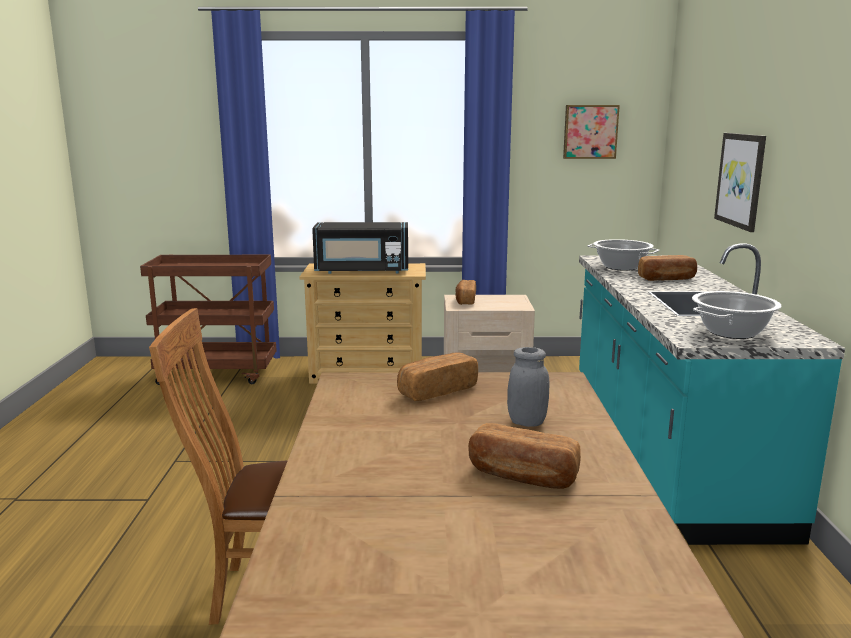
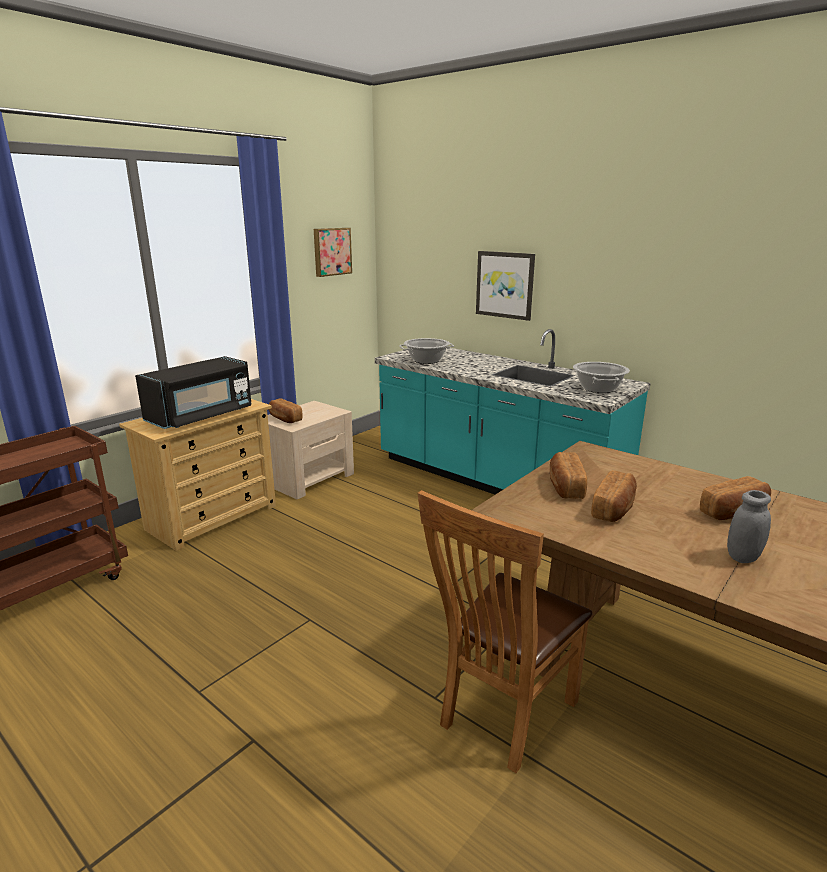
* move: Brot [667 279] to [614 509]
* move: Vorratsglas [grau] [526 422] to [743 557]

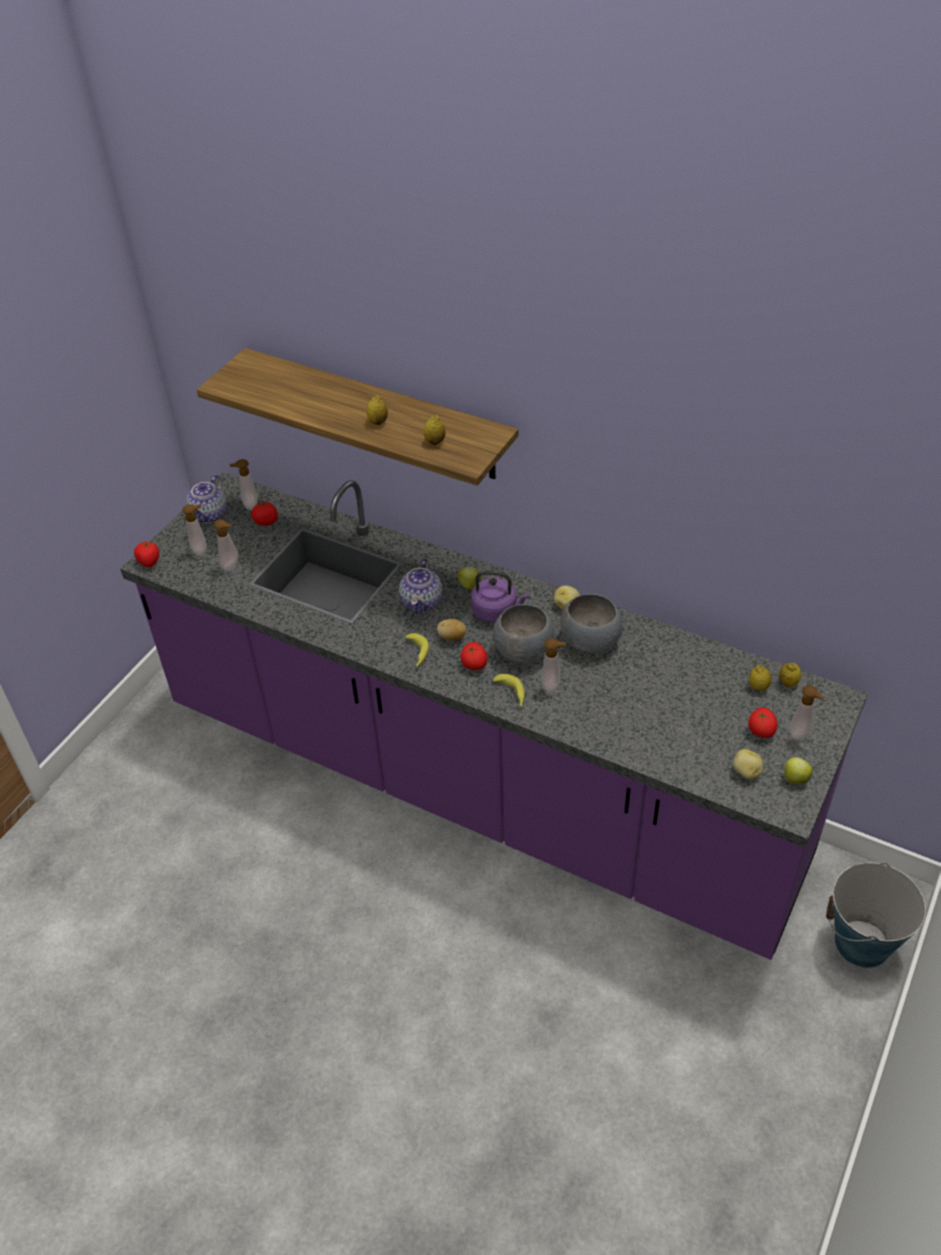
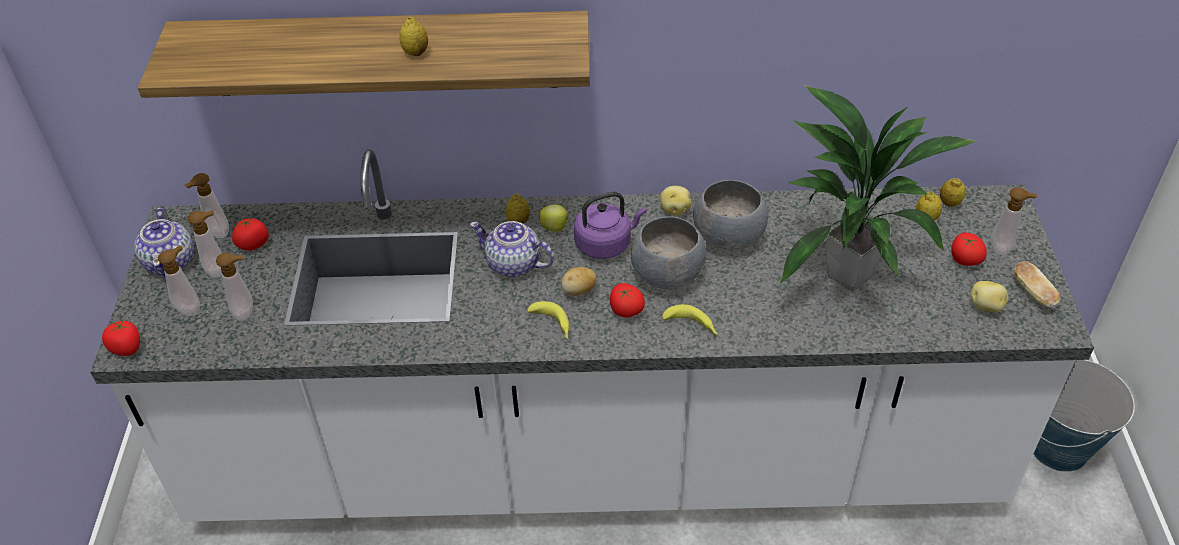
* move: Zitrone [435 442] to [518 221]
* recolor: Küchenzeile [lila] [477 783] to Küchenzeile [weiß] [594 458]
* rotate: Teekanne [422 601] = [514 264] 135 degrees clockwise
* move: Seifenspender [552 686] to [218 270]
* replace: Apfel [794 778] to Brot [1033 293]
* insert: Topfpflanze [848 274]

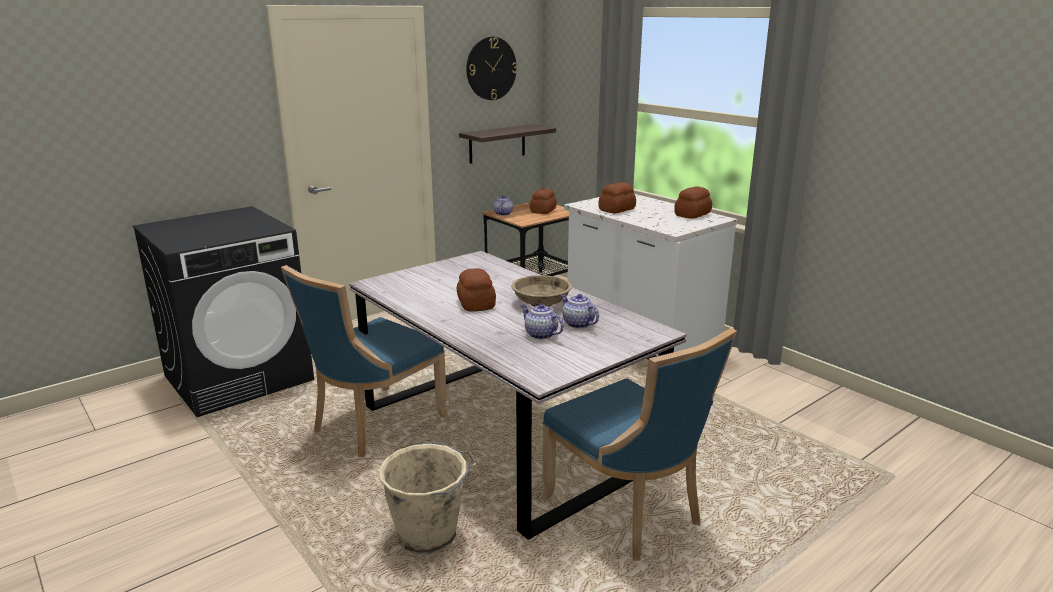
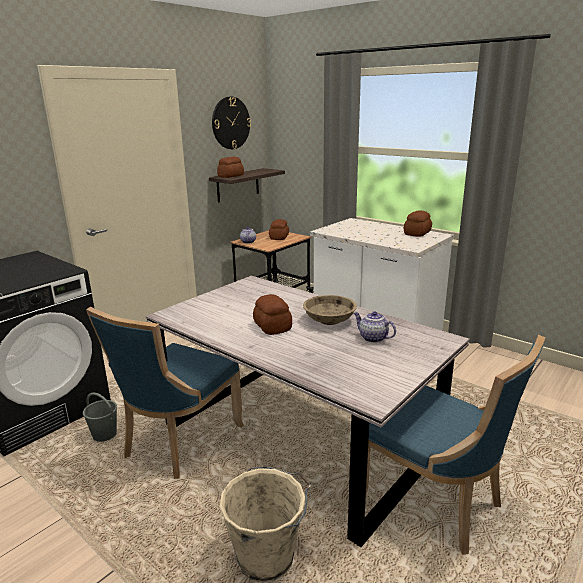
* move: Brot [617 209] to [231 176]
* delete: Teekanne [540 334]
* insert: Eimer [grau] [105 435]

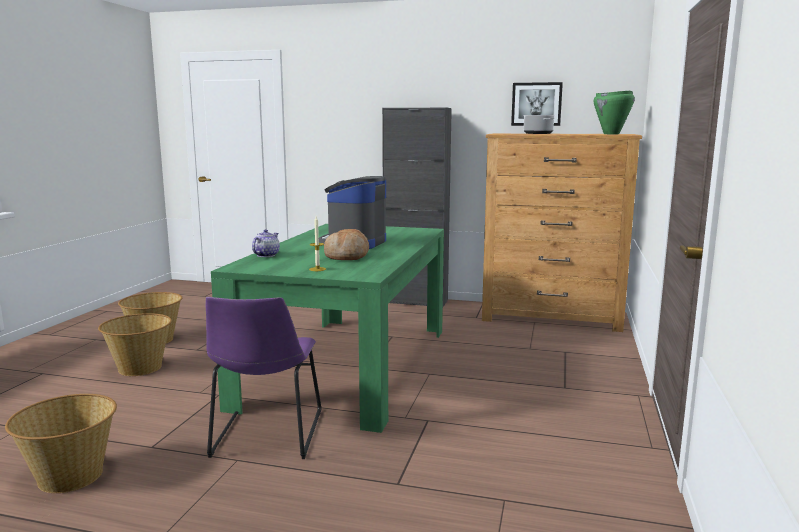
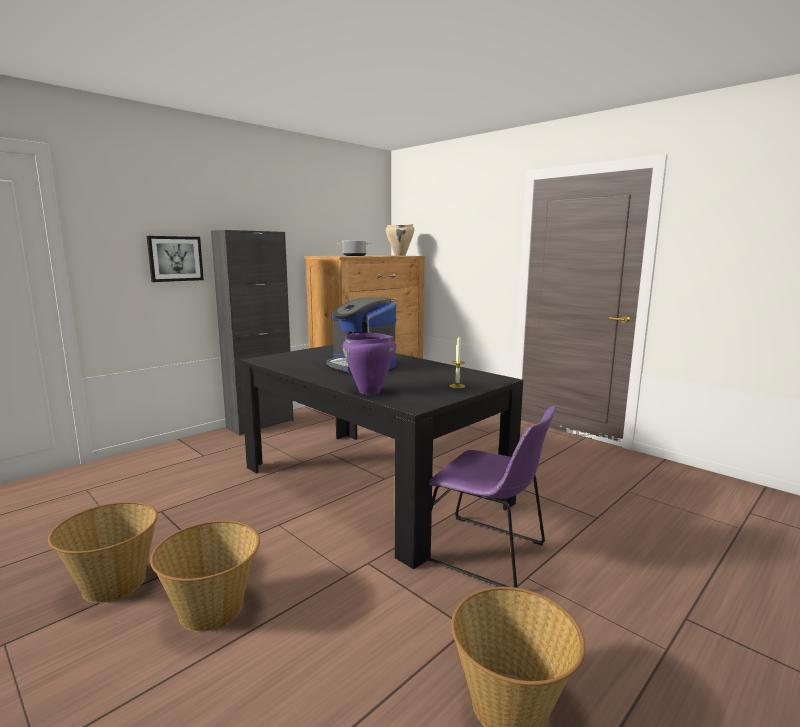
* move: Bild [536 104] to [175 258]
* recolor: Kochtopf [grün] [611 134] to Kochtopf [beige] [400 255]
* recolor: Esstisch [grün] [349 365] to Esstisch [schwarz] [371 484]
* replace: Teekanne [266 255] to Kochtopf [lila] [369 392]
* delete: Brot [347 256]

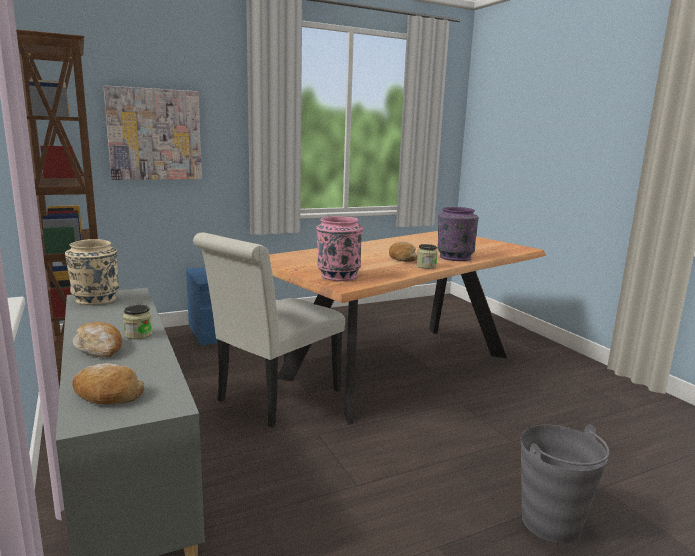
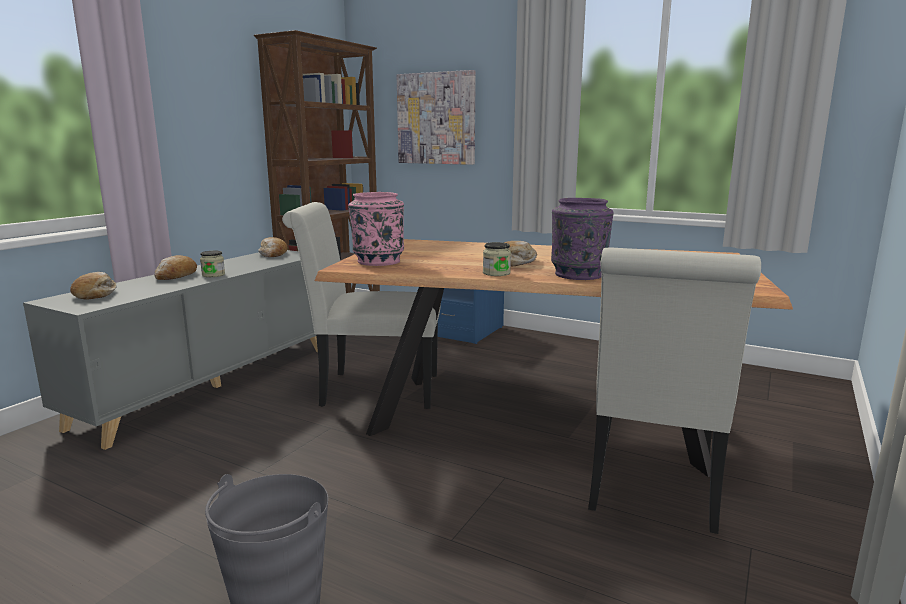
* replace: Vase [beige] [96 300] to Brot [273 254]
* insert: Stuhl [weiß] [652 488]

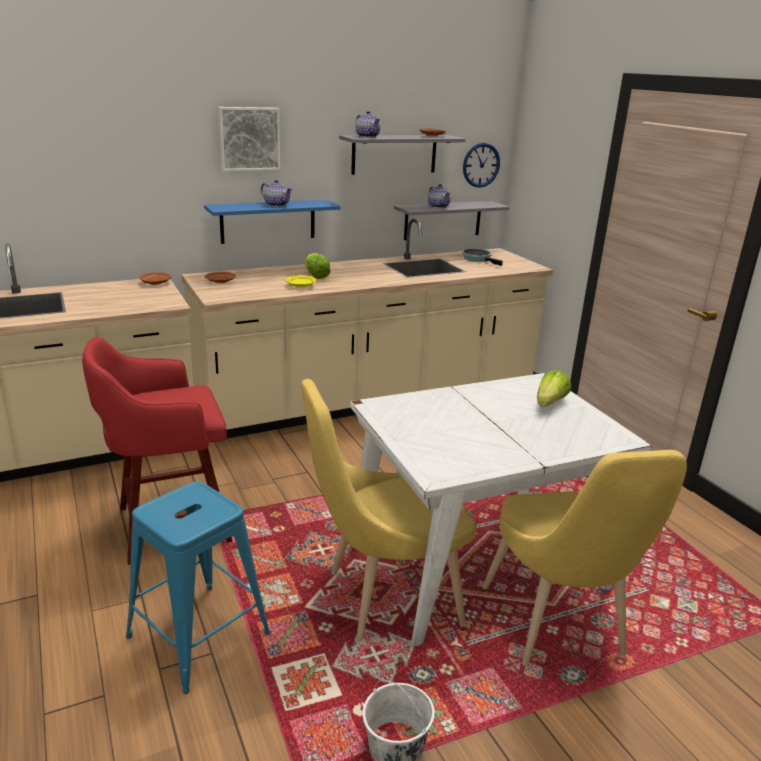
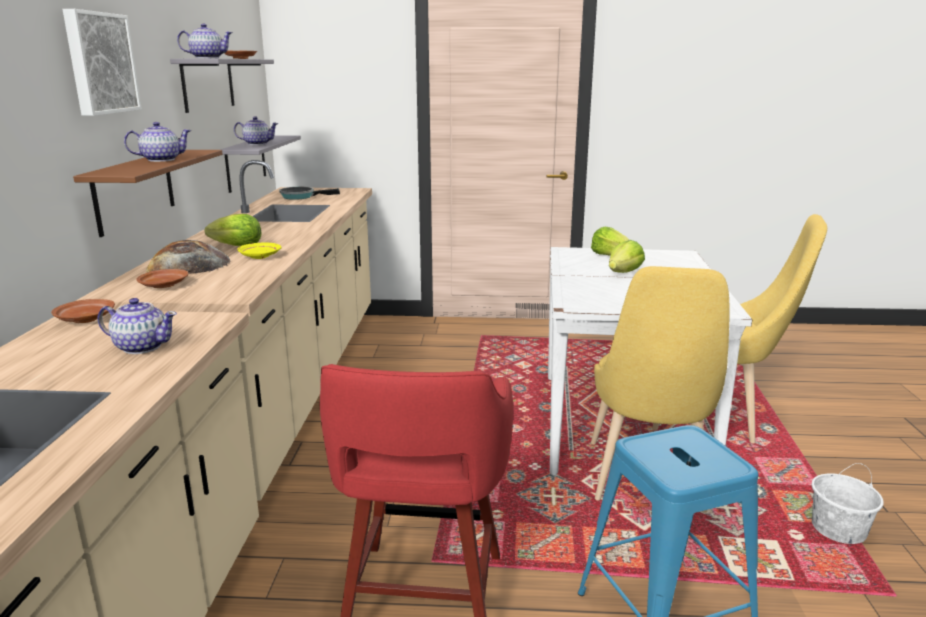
* delete: Wanduhr [481 165]
* recolor: Wandregal [blau] [268 221] to Wandregal [braun] [135 190]
* insert: Brot [188 265]
* insert: Salatkopf [624 273]
* insert: Teekanne [142 347]

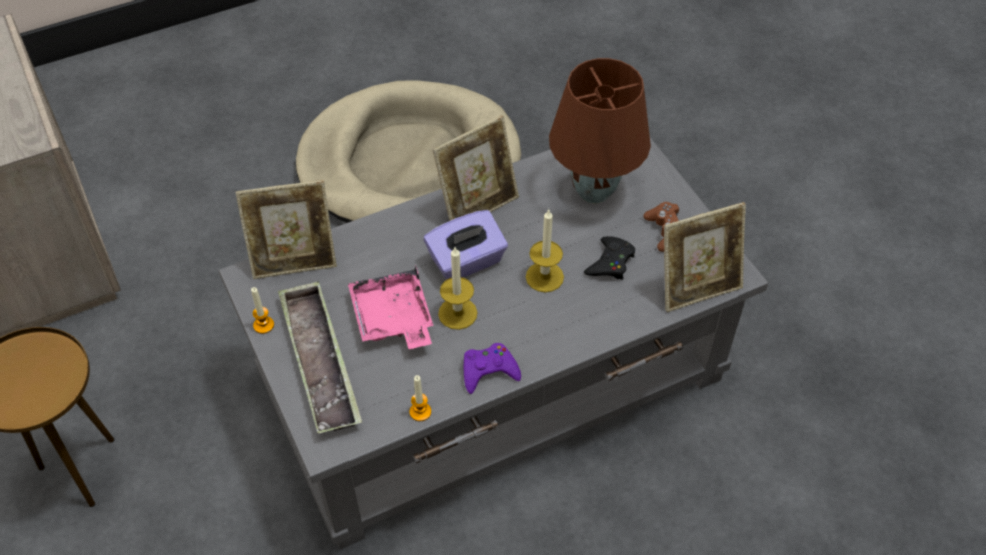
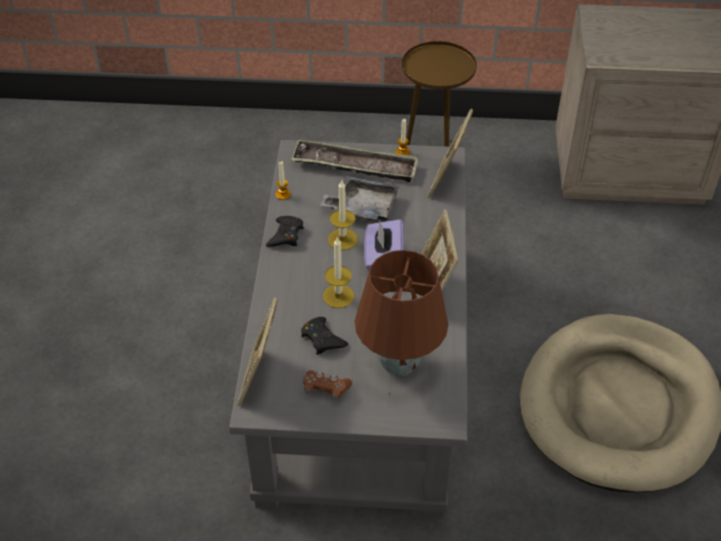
* recolor: Tablett [rosa] [393 319] to Tablett [grau] [362 208]
* recolor: Gamepad [lila] [489 371] to Gamepad [schwarz] [285 235]

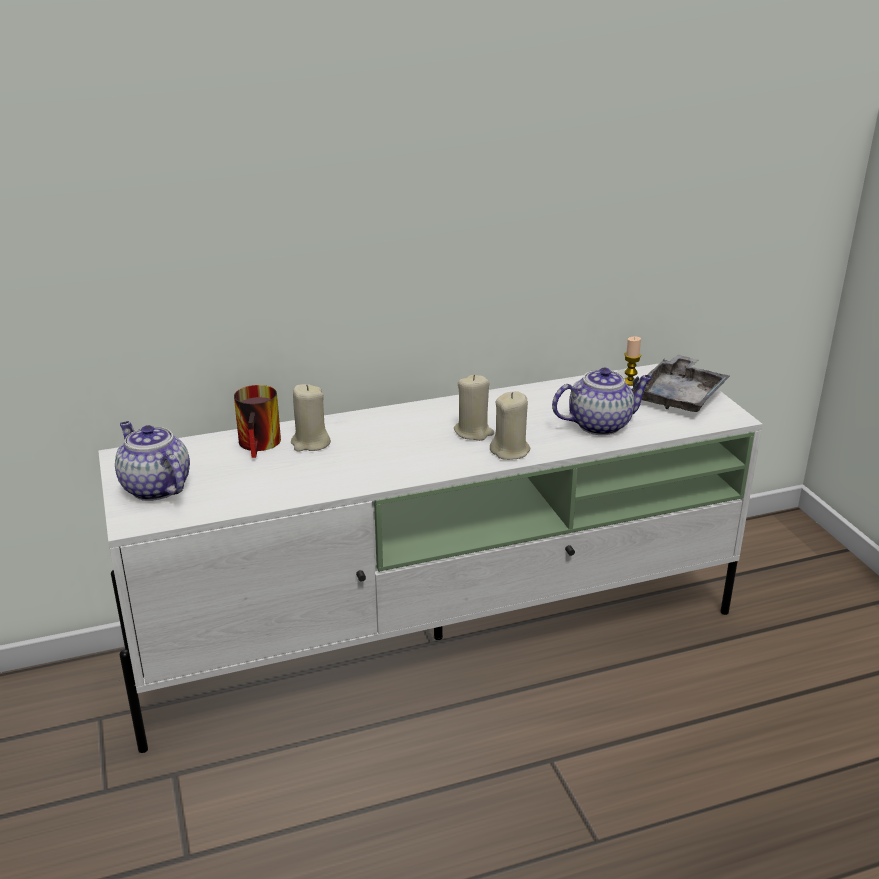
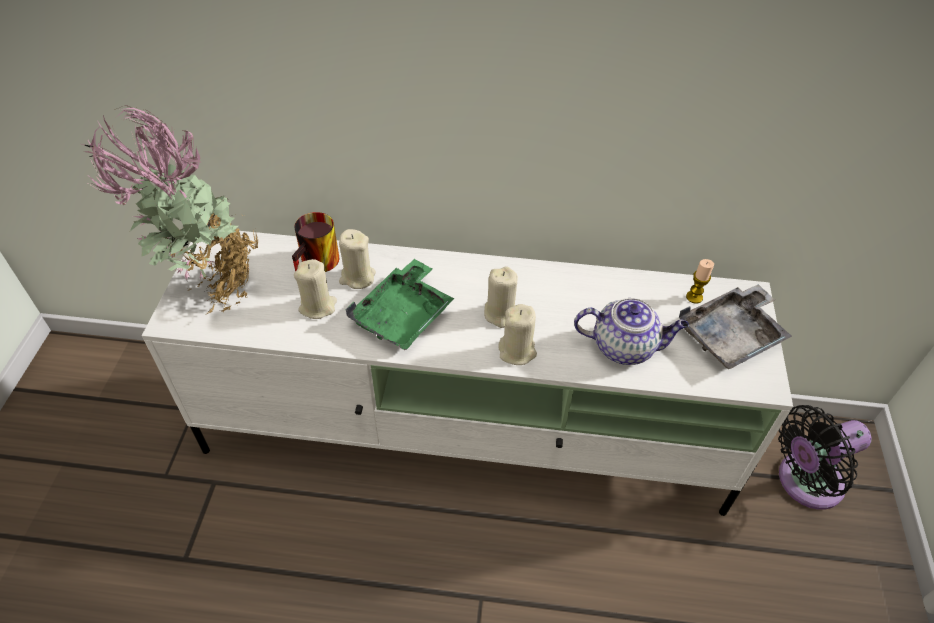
* replace: Teekanne [154 487] to Topfpflanze [209 286]
* insert: Kerze [beige] [318 306]
* insert: Tablett [grün] [403 316]
* insert: Ventilator [schwarz] [804 482]

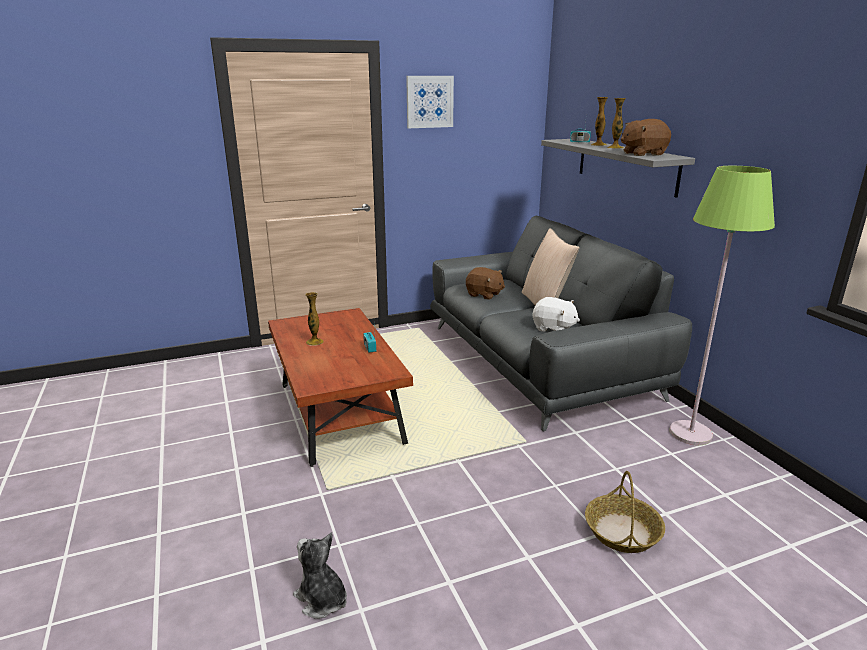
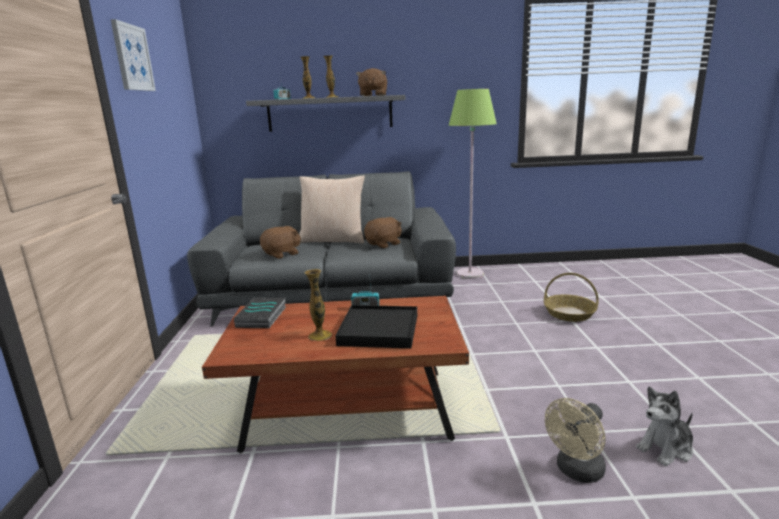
* recolor: Plüschtier [weiß] [553 328] to Plüschtier [braun] [384 244]
* insert: Buch [262 317]
* insert: Tablett [schwarz] [379 330]
* insert: Ventilator [beige] [576 471]

